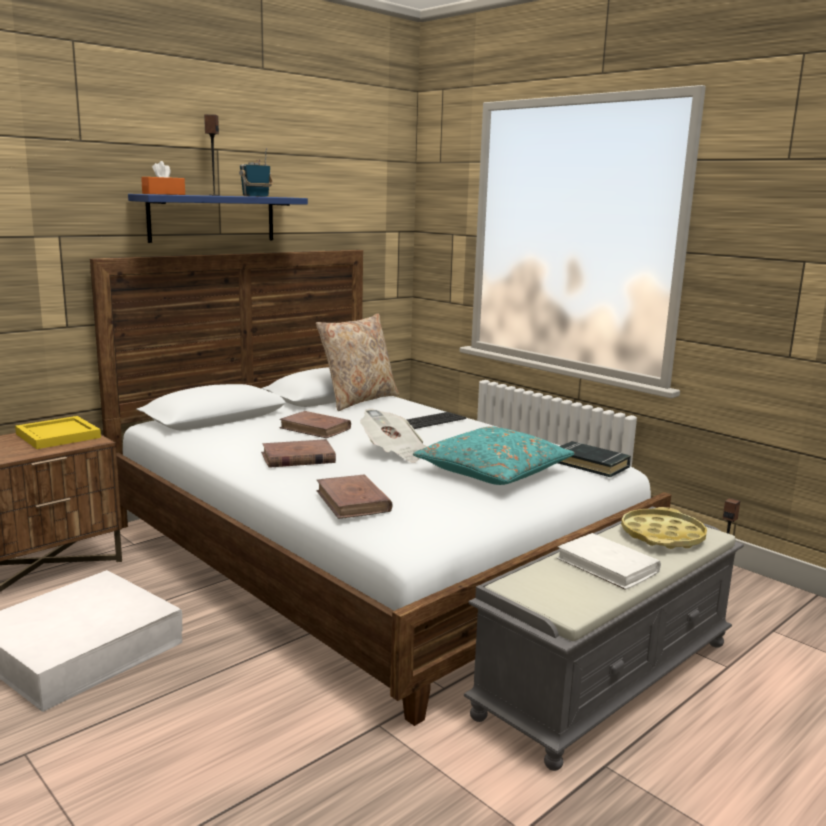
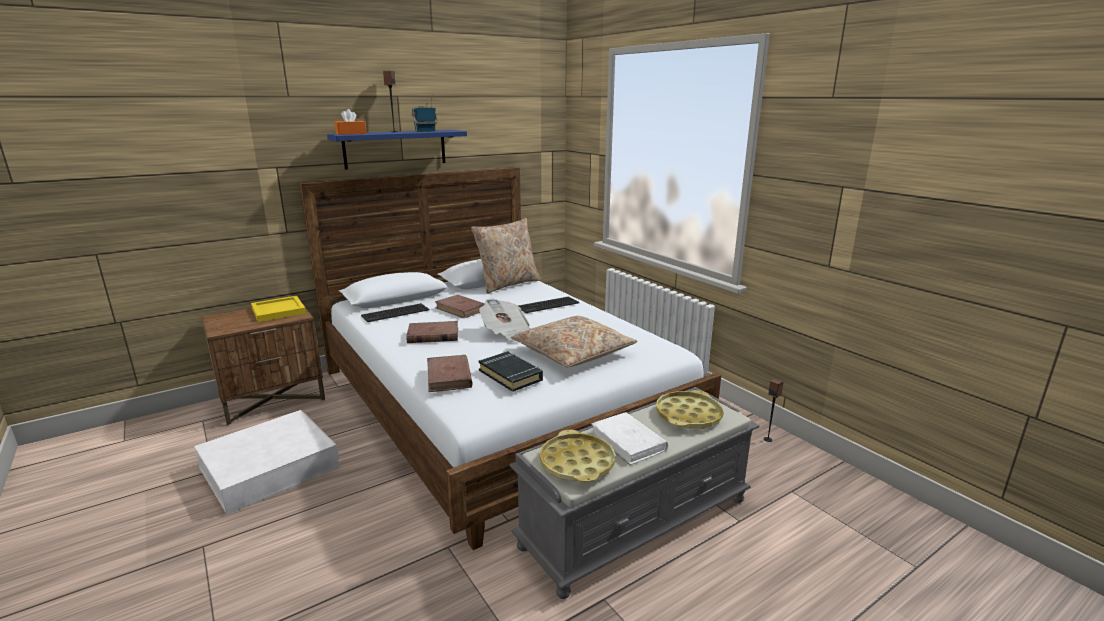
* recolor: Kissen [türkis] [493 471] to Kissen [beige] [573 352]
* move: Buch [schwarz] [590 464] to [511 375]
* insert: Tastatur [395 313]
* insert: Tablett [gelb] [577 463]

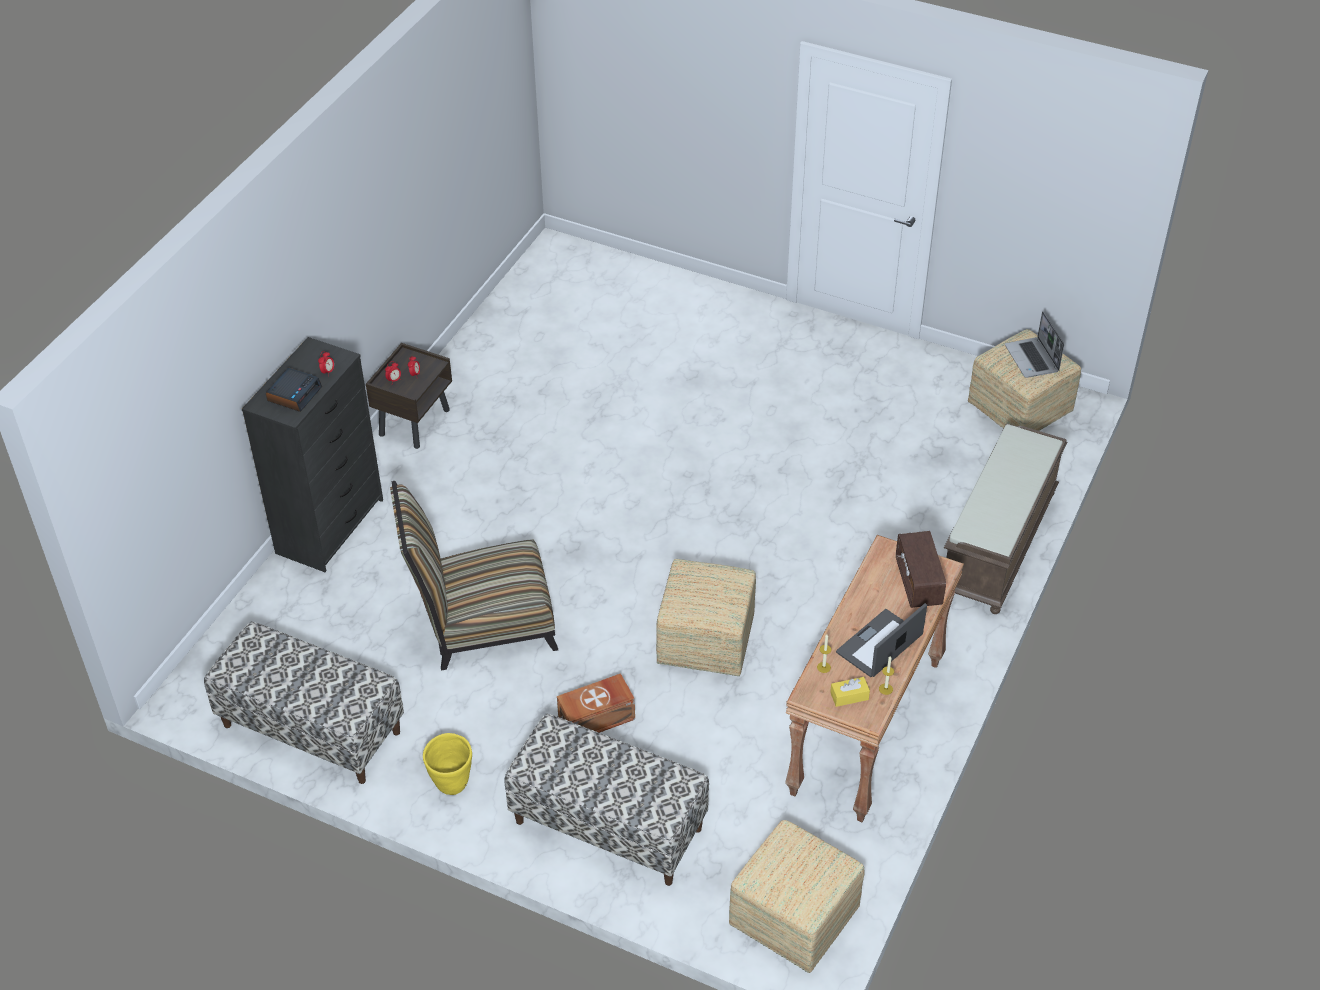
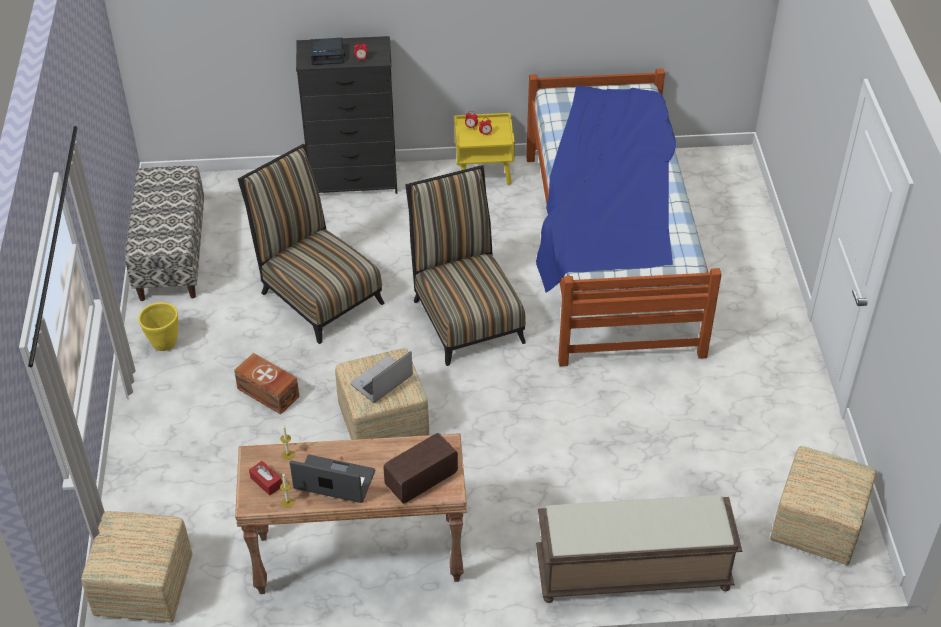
* move: Laptop [1032 359] to [381 381]
* recolor: Nachttisch [braun] [414 422] to Nachttisch [gelb] [484 173]
* recolor: Taschentuchbox [gelb] [849 696] to Taschentuchbox [rot] [266 482]
* delete: Bank [608 826]
* insert: Bett [608 251]
* insert: Stuhl [466 315]

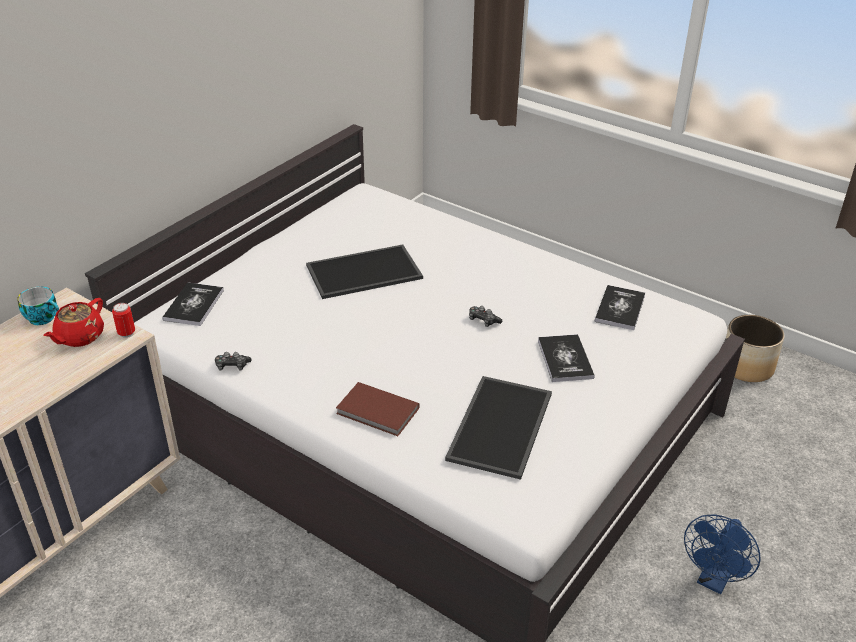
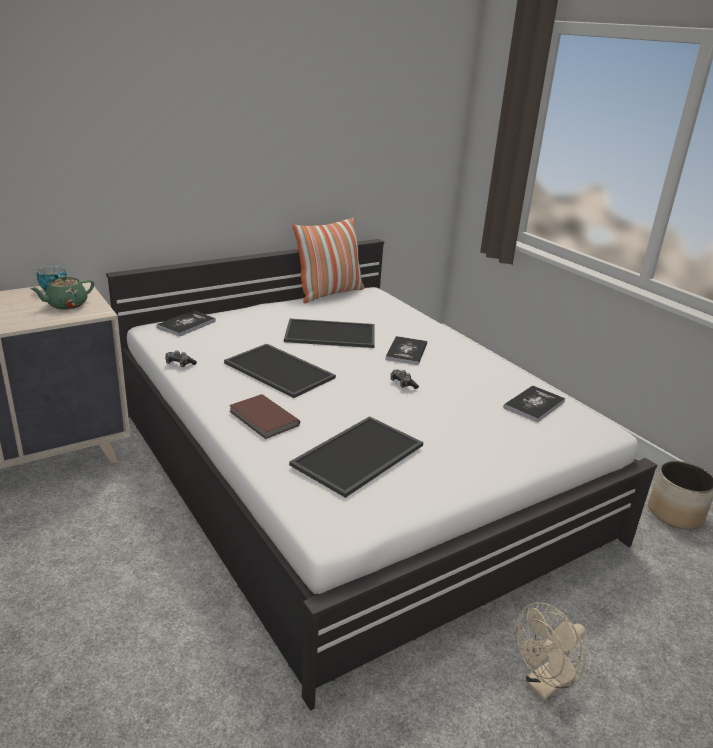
* recolor: Teekanne [rot] [79 337] to Teekanne [grün] [66 305]
* delete: Dose [126 333]
* move: Buch [565 359] to [406 352]
* recolor: Ventilator [blau] [714 580] to Ventilator [beige] [544 685]
* insert: Kissen [329 293]
* insert: Tablett [281 370]

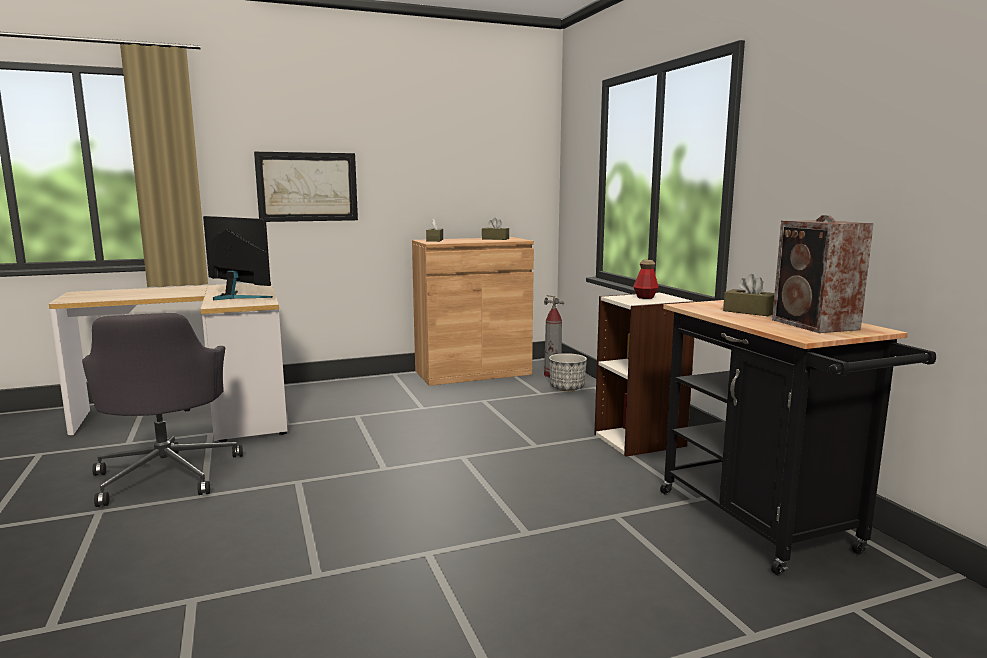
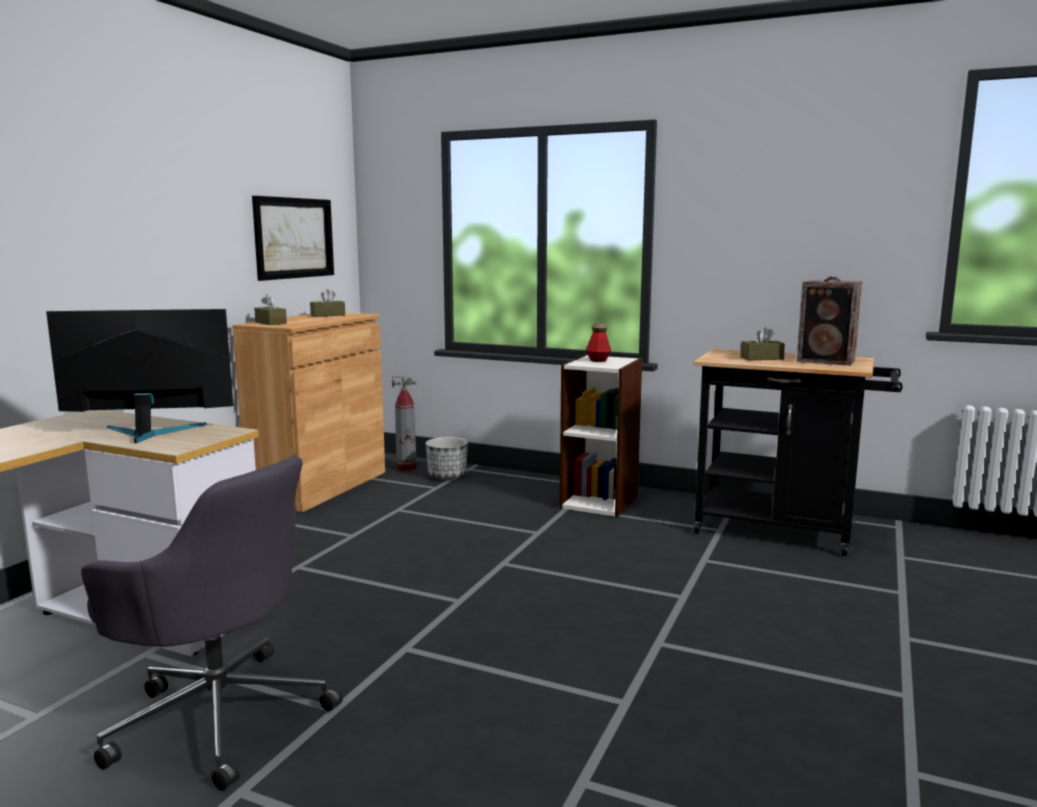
* move: Bild [307 187] to [294 238]

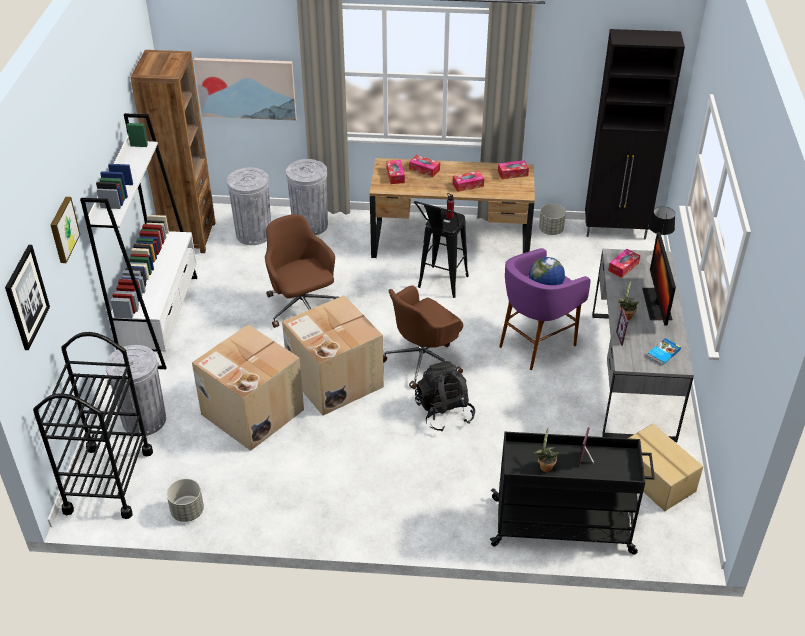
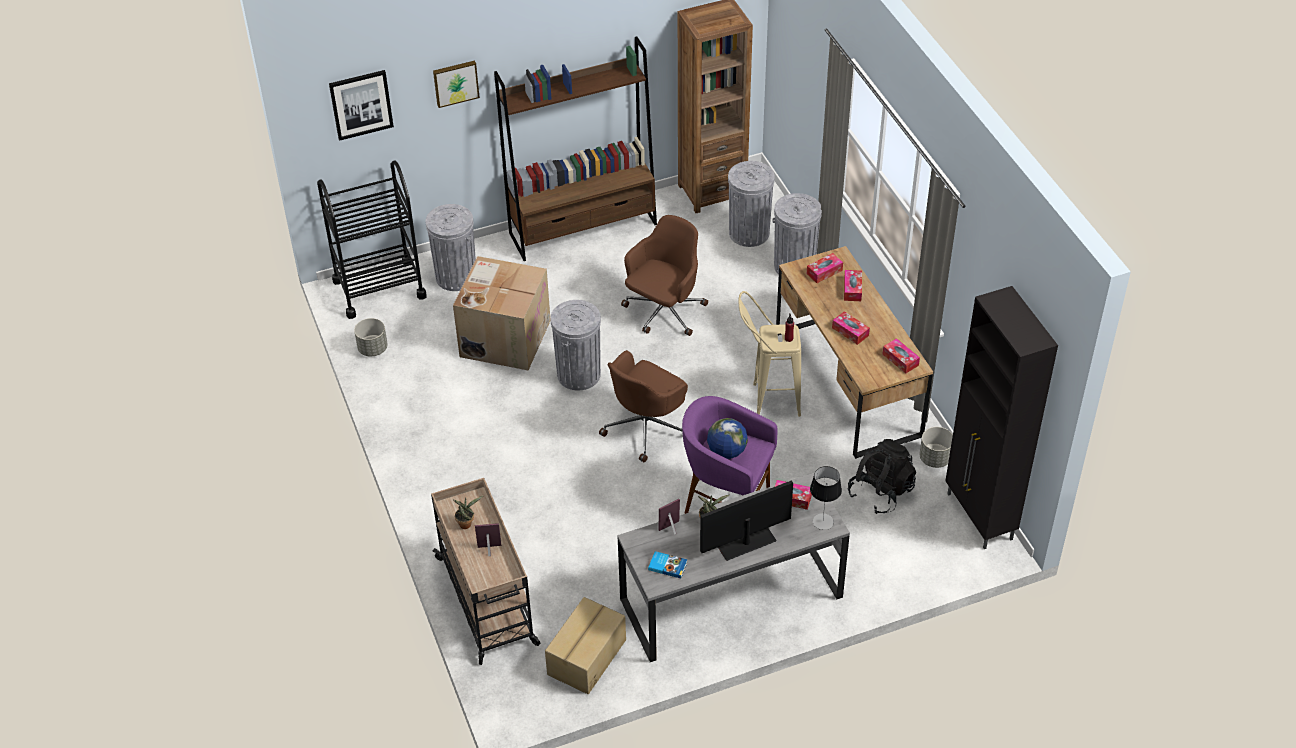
* delete: Bild [246 88]
* recolor: Bücherregal [weiß] [161 319] to Bücherregal [braun] [583 228]
* recolor: Hocker [schwarz] [440 286] to Hocker [beige] [767 400]
* rotate: Bürostuhl [braun] [423 360] = [646 427] 75 degrees counterclockwise
* replace: Karton [333 380] to Mülleimer [grau] [578 374]
* move: Rucksack [schwarz] [444 412] to [881 492]
* recolor: Rollwagen [schwarz] [564 526] to Rollwagen [beige] [487 602]

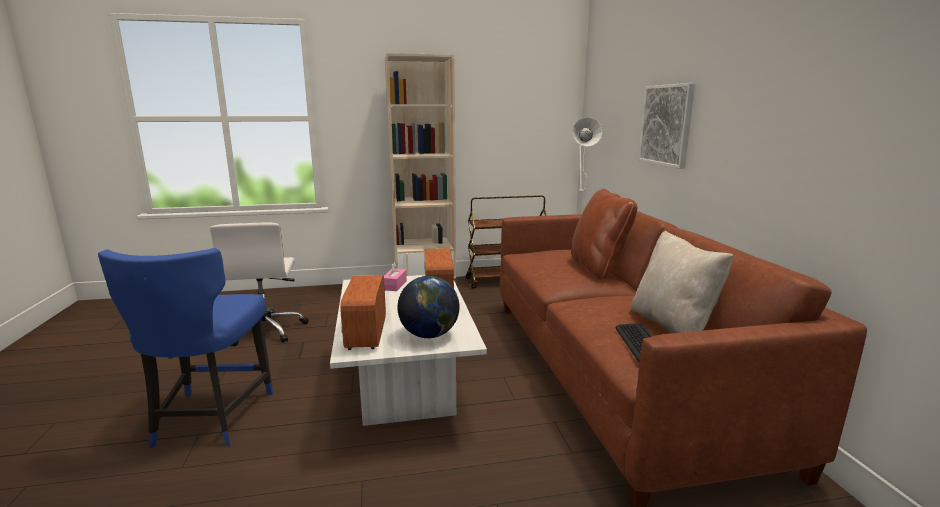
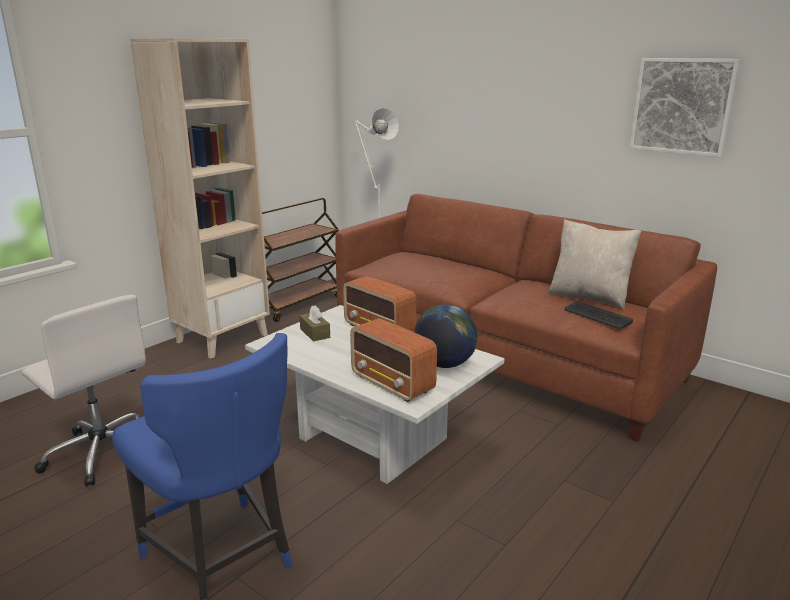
* move: Bild [666 125] to [682 106]
* delete: Kissen [braun] [598 268]
* recolor: Taschentuchbox [rosa] [394 285] to Taschentuchbox [braun] [315 333]

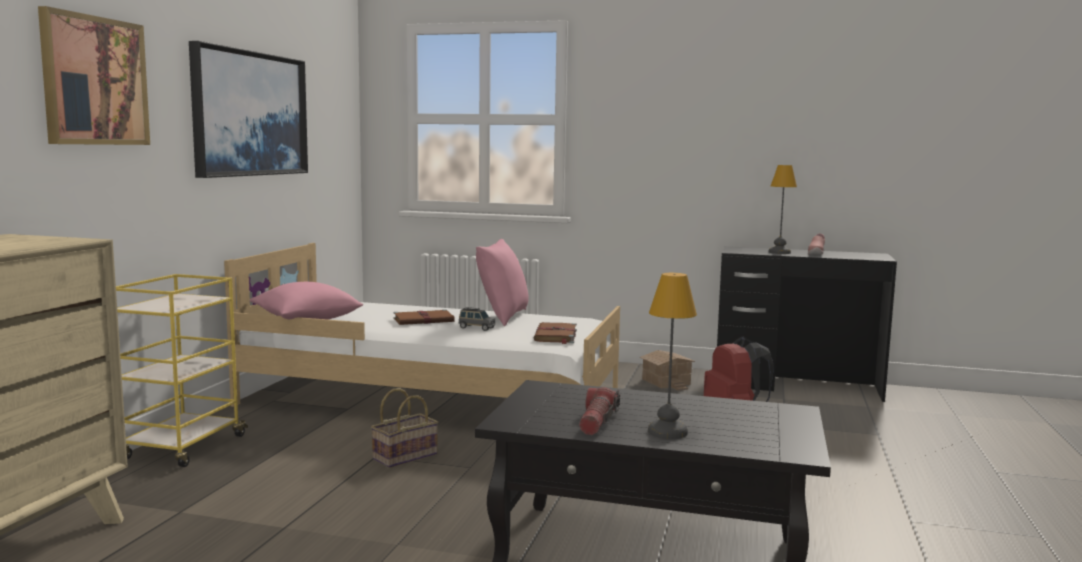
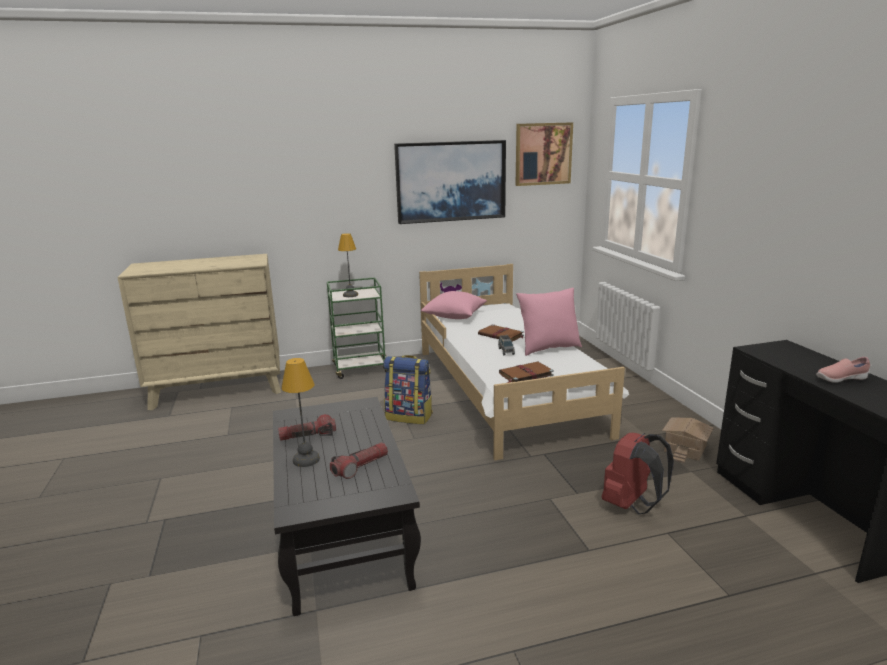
* move: Bild [94 81] to [543 154]
* move: Tischlampe [779 252] to [351 295]
* recolor: Rollwagen [gelb] [183 448] to Rollwagen [grün] [360 369]
* replace: Korb [405 456] to Rucksack [409 416]
* insert: Taschenlampe [360 467]

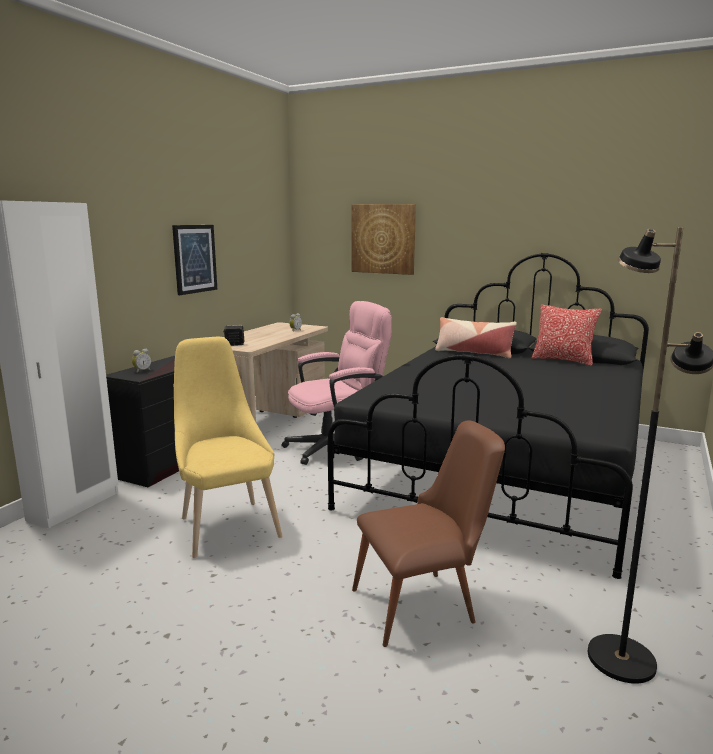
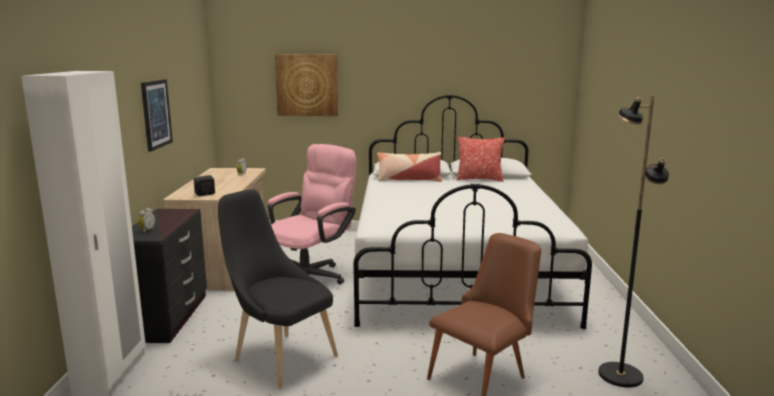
* recolor: Bett [schwarz] [504 470] to Bett [weiß] [456 271]
* recolor: Stuhl [gelb] [226 524] to Stuhl [schwarz] [280 357]

